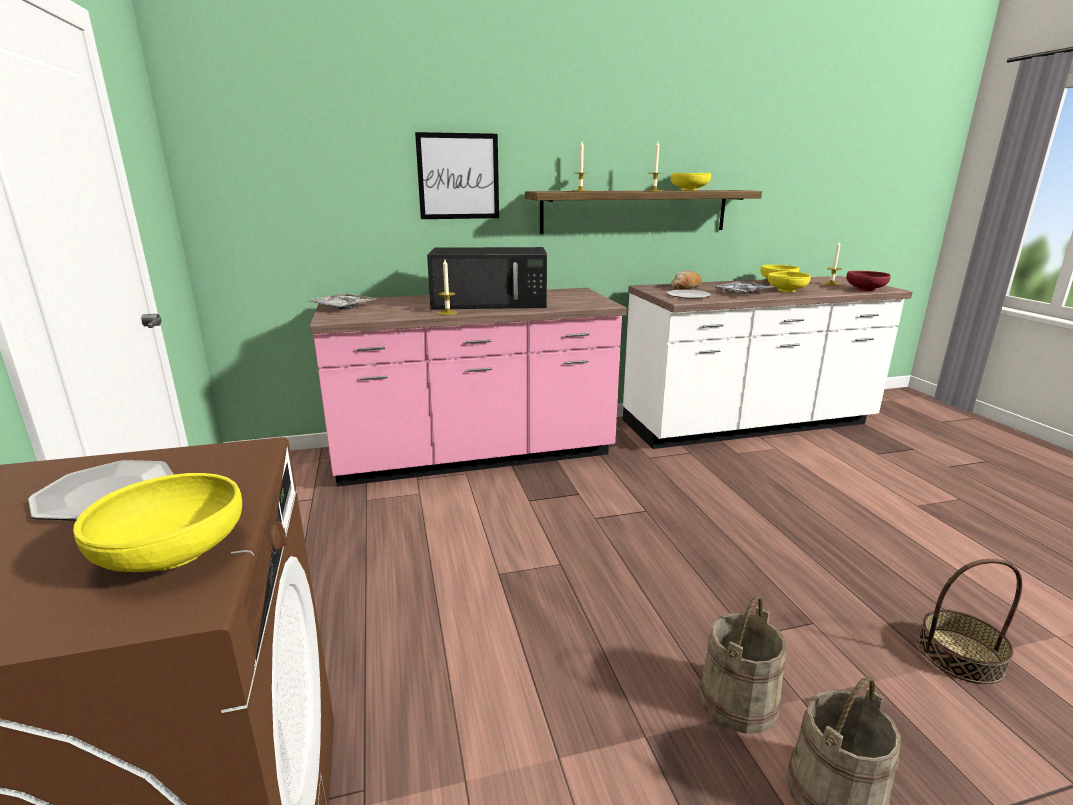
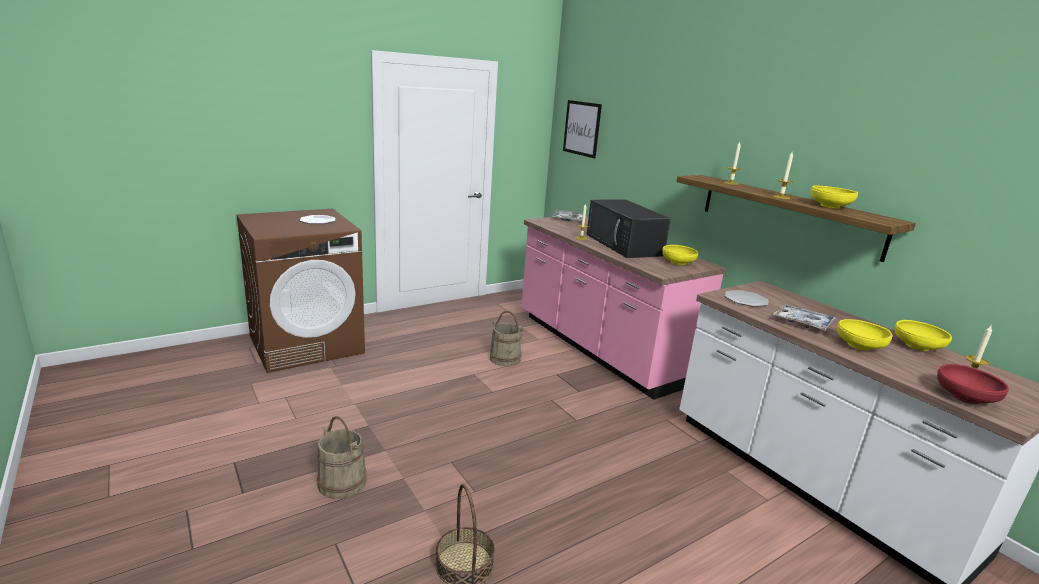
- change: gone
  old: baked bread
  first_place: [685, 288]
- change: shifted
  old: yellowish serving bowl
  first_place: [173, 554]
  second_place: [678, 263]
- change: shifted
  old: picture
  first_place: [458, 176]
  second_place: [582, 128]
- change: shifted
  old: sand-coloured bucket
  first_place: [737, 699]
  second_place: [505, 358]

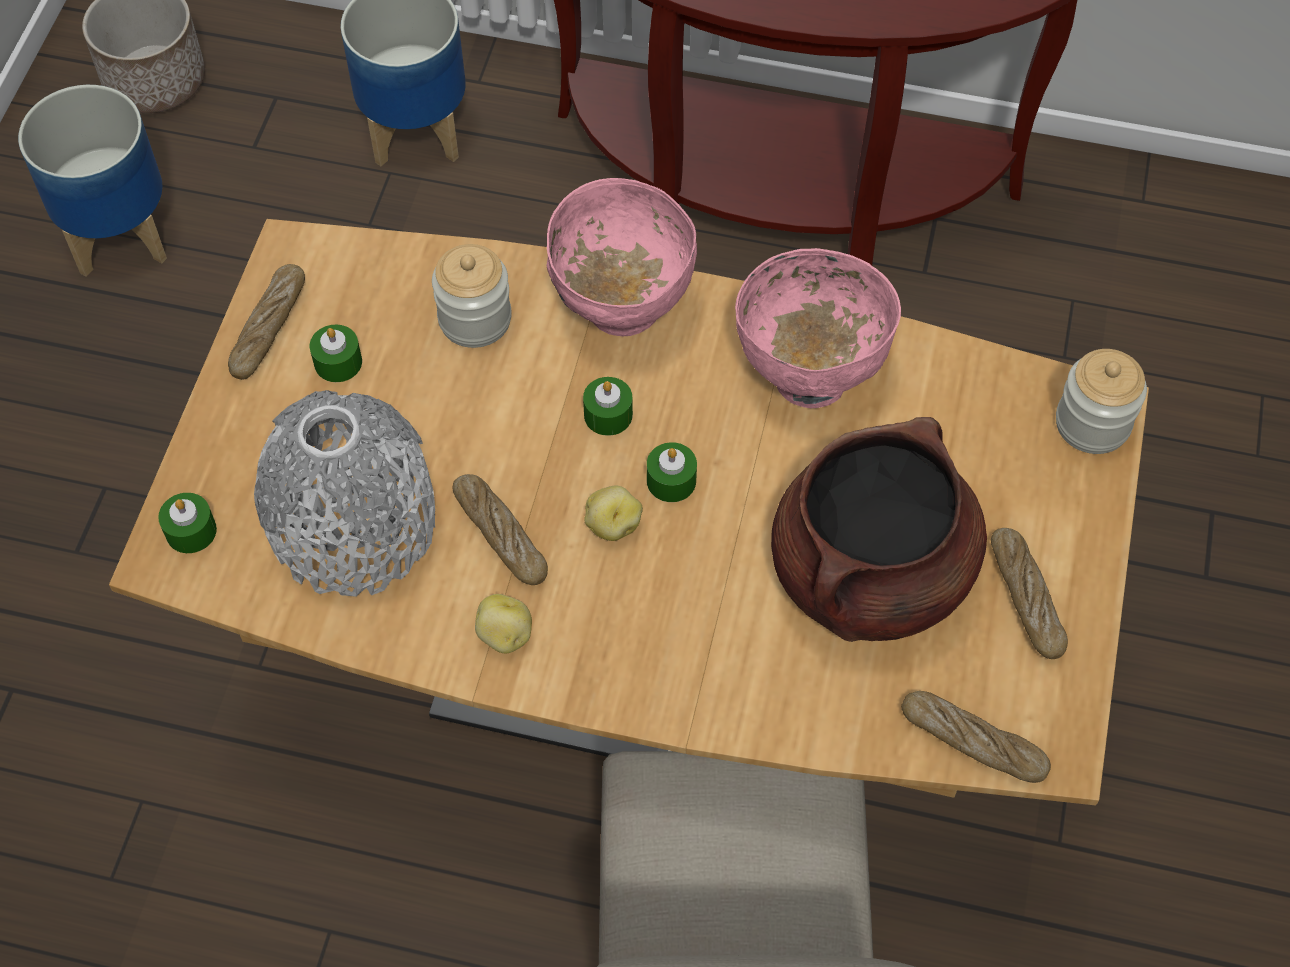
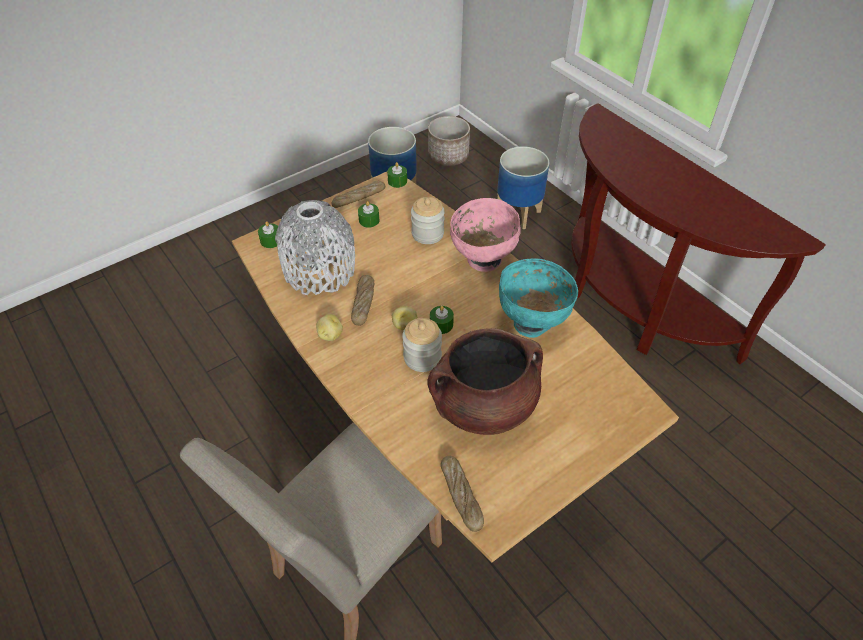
- change: gone
  old: baked bread
  first_place: [1025, 598]
- change: shifted
  old: green-coloured candle
  first_place: [608, 415]
  second_place: [397, 181]
- change: shifted
  old: storage jar
  first_place: [1092, 423]
  second_place: [422, 357]
- change: repainted
  old: pinkish serving bowl
  new: blue-green serving bowl
  first_place: [810, 375]
  second_place: [532, 323]

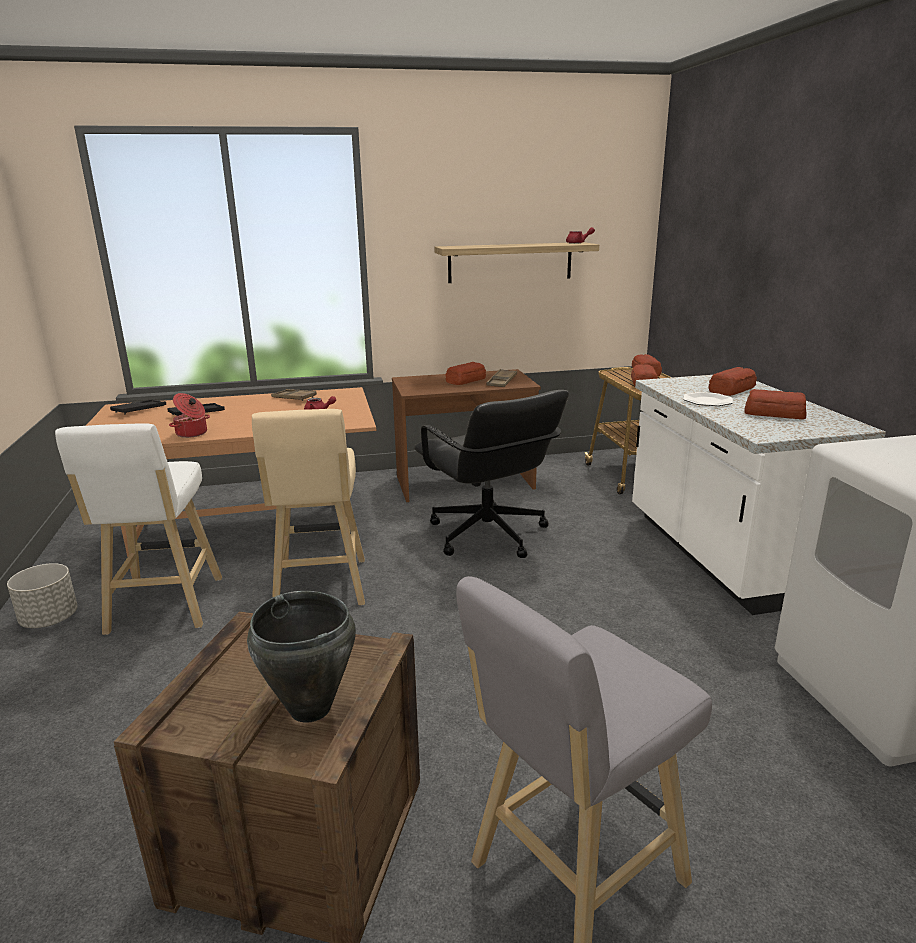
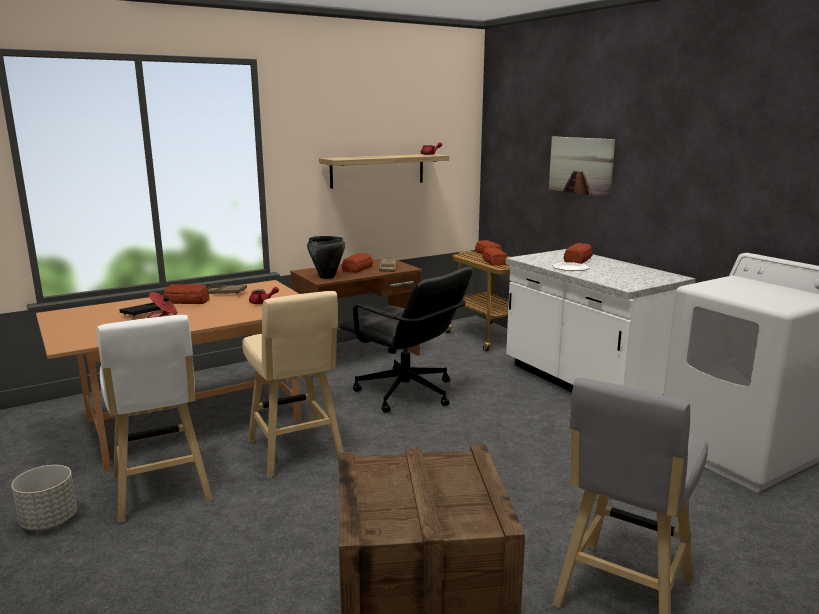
- change: gone
  old: black-coloured serving tray
  first_place: [139, 410]
- change: new
  new: picture
  second_place: [580, 165]
- change: shifted
  old: black-coloured saucepot
  first_place: [310, 709]
  second_place: [327, 277]
- change: shifted
  old: baked bread
  first_place: [773, 413]
  second_place: [186, 301]

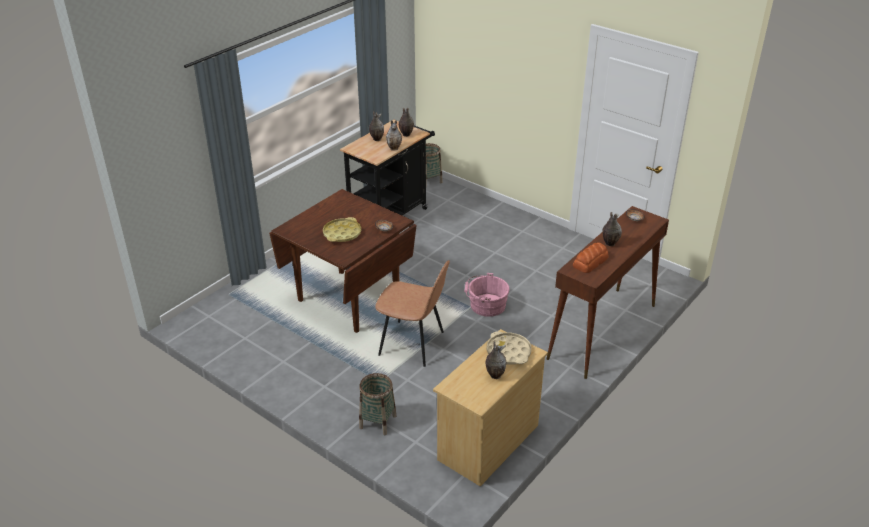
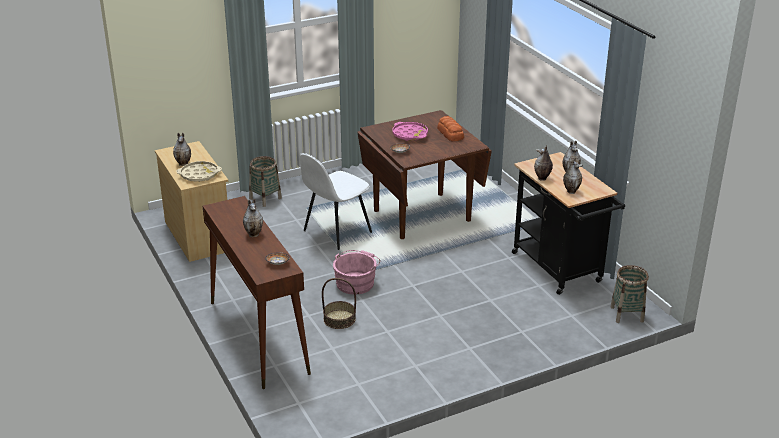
- change: new
  new: household basket
  second_place: [339, 319]
- change: shifted
  old: baked bread
  first_place: [591, 262]
  second_place: [450, 133]
- change: repainted
  old: yellowish serving tray
  new: pinkish serving tray
  first_place: [342, 233]
  second_place: [410, 134]
- change: repainted
  old: brown upright chair
  new: white upright chair
  first_place: [413, 344]
  second_place: [336, 232]

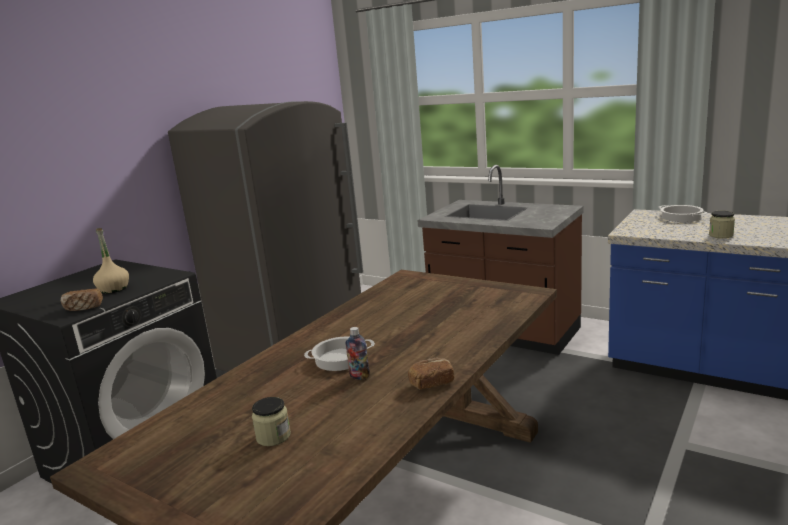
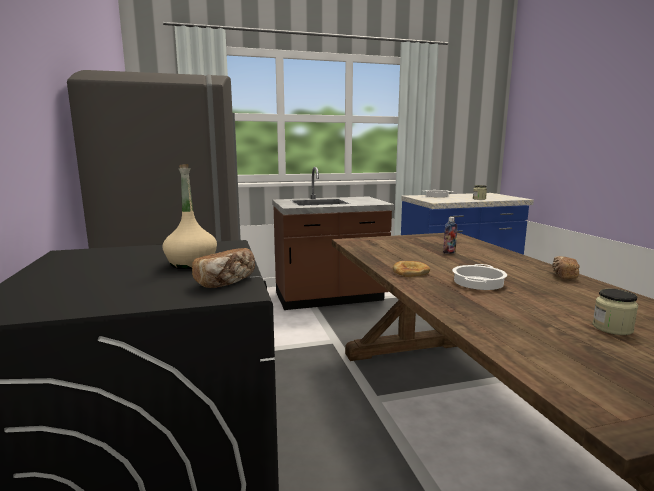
- change: new
  new: baked bread
  second_place: [410, 272]
- change: shifted
  old: bottle
  first_place: [359, 376]
  second_place: [449, 252]

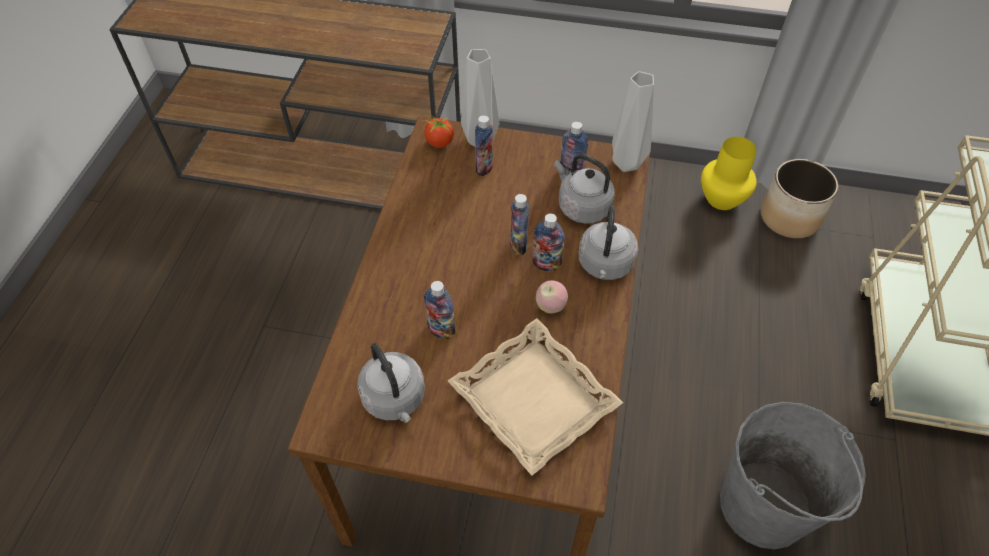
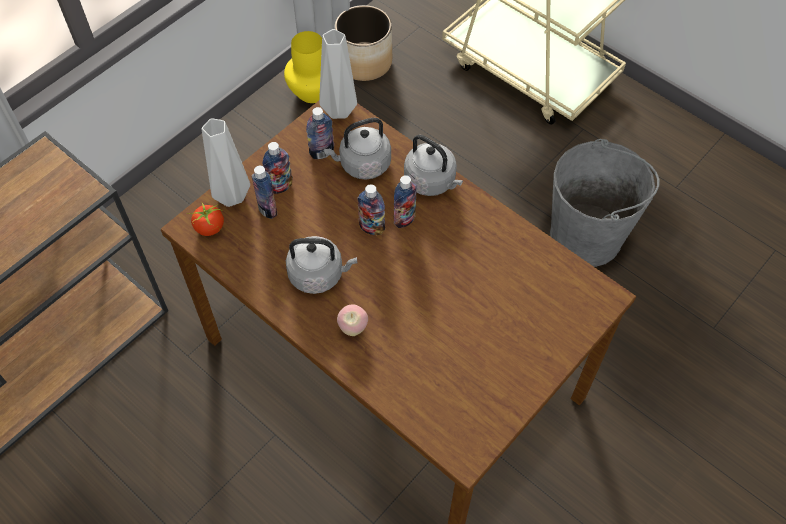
- change: gone
  old: sand-coloured serving tray
  first_place: [534, 399]
- change: shifted
  old: grey tea kettle
  first_place: [395, 400]
  second_place: [319, 275]
- change: shifted
  old: bottle
  first_place: [441, 330]
  second_place: [280, 186]
- change: shifted
  old: apple fruit
  first_place: [550, 306]
  second_place: [353, 328]

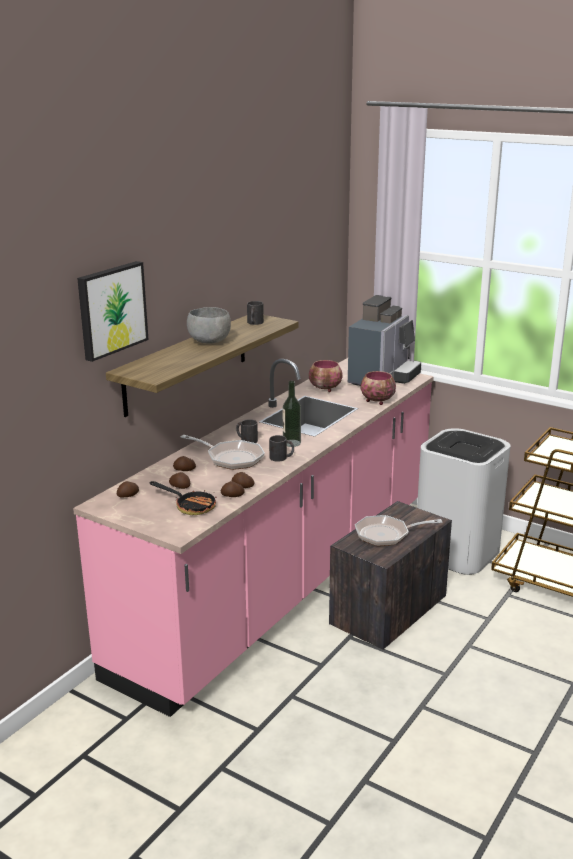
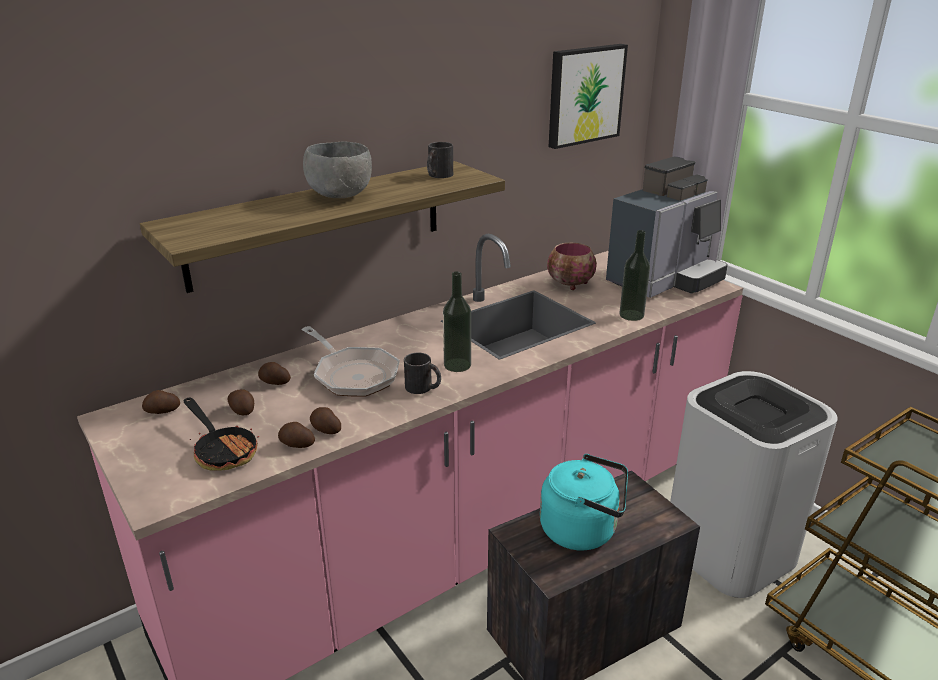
- change: gone
  old: black-coloured tea mug
  first_place: [246, 440]
- change: shifted
  old: picture
  first_place: [111, 309]
  second_place: [584, 95]
- change: swapped
  old: frying pan
  new: blue-green tea kettle
  first_place: [386, 534]
  second_place: [583, 530]
- change: swapped
  old: serving bowl
  new: bottle
  first_place: [376, 401]
  second_place: [631, 315]

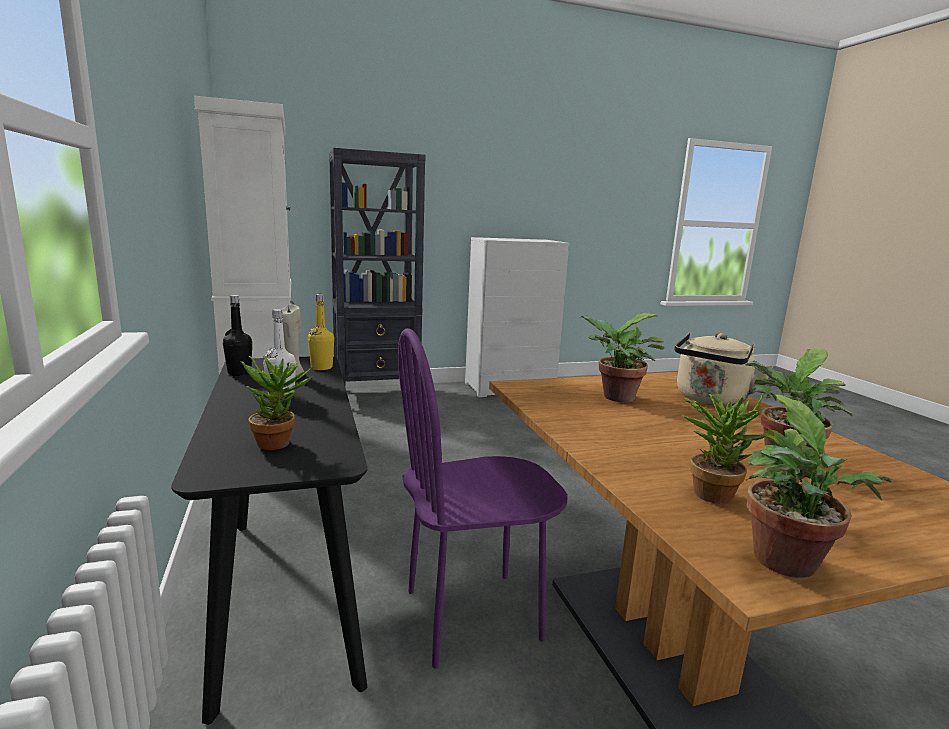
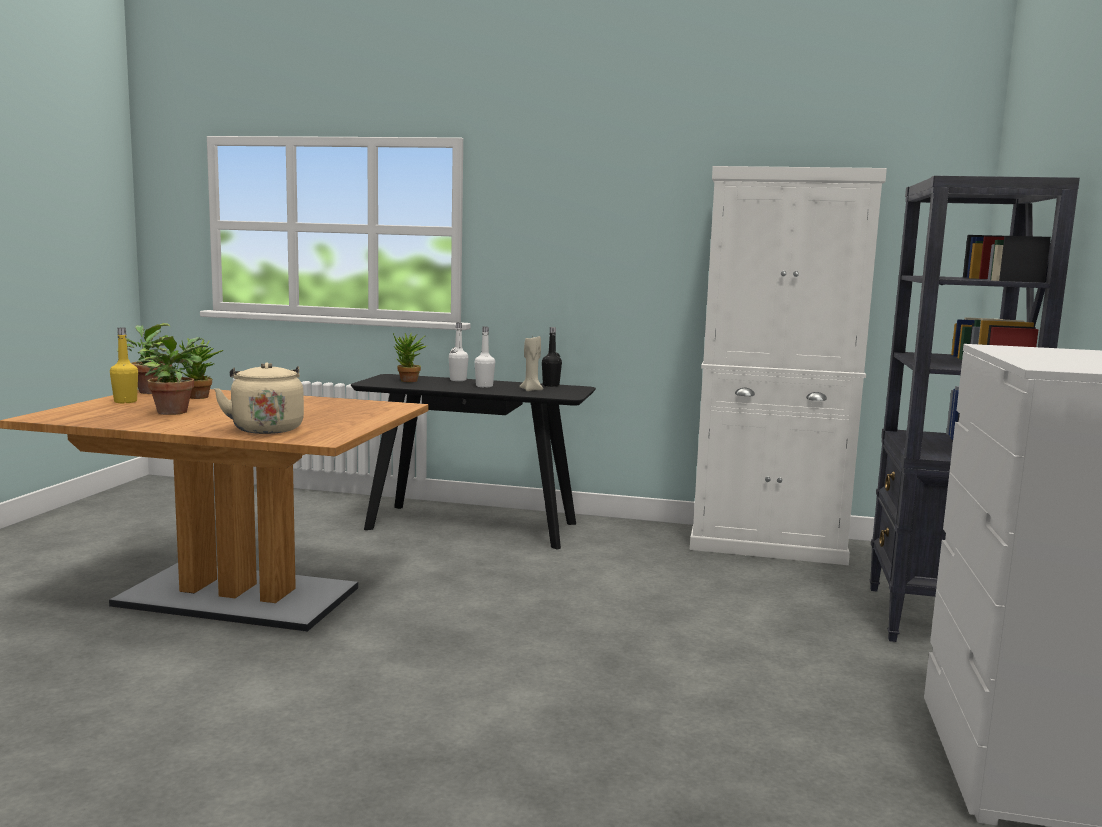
- change: gone
  old: purple upright chair
  first_place: [473, 615]
- change: gone
  old: potted plant
  first_place: [614, 397]
- change: new
  new: white bottle
  second_place: [458, 380]
- change: shifted
  old: yellowish bottle
  first_place: [321, 367]
  second_place: [125, 401]

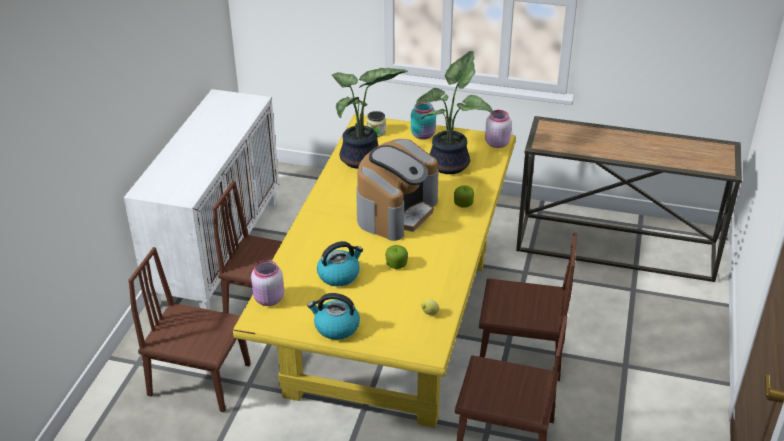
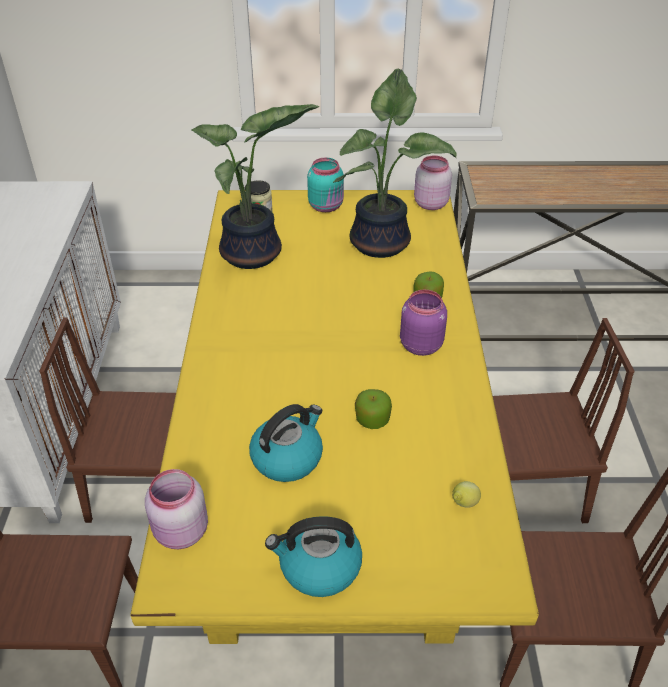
- change: gone
  old: coffee machine
  first_place: [396, 211]
- change: new
  new: purple storage jar
  second_place: [420, 344]

